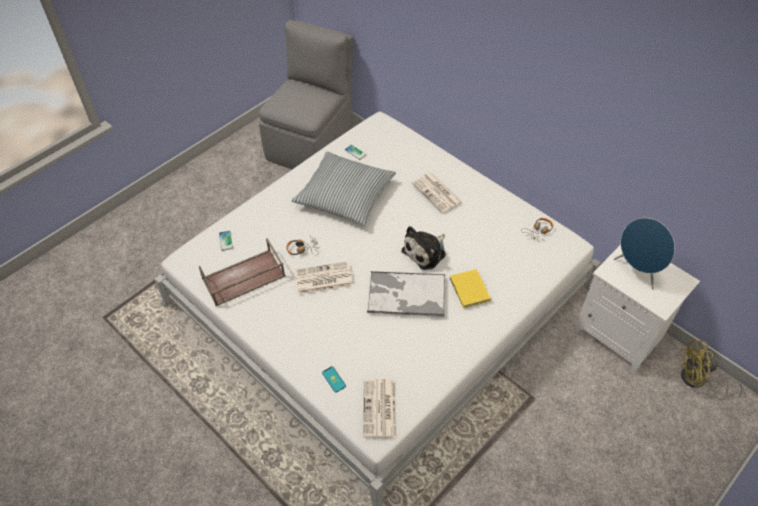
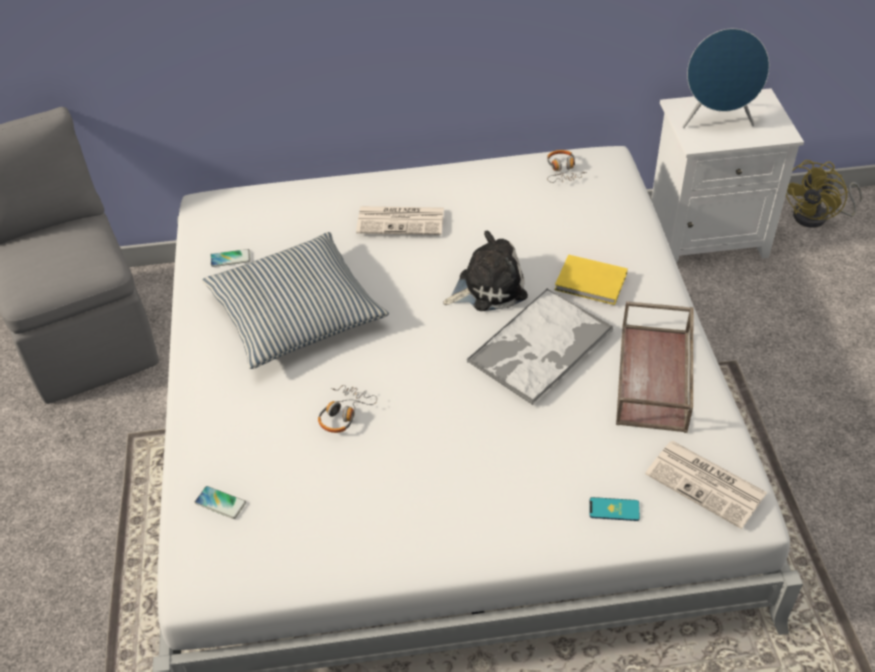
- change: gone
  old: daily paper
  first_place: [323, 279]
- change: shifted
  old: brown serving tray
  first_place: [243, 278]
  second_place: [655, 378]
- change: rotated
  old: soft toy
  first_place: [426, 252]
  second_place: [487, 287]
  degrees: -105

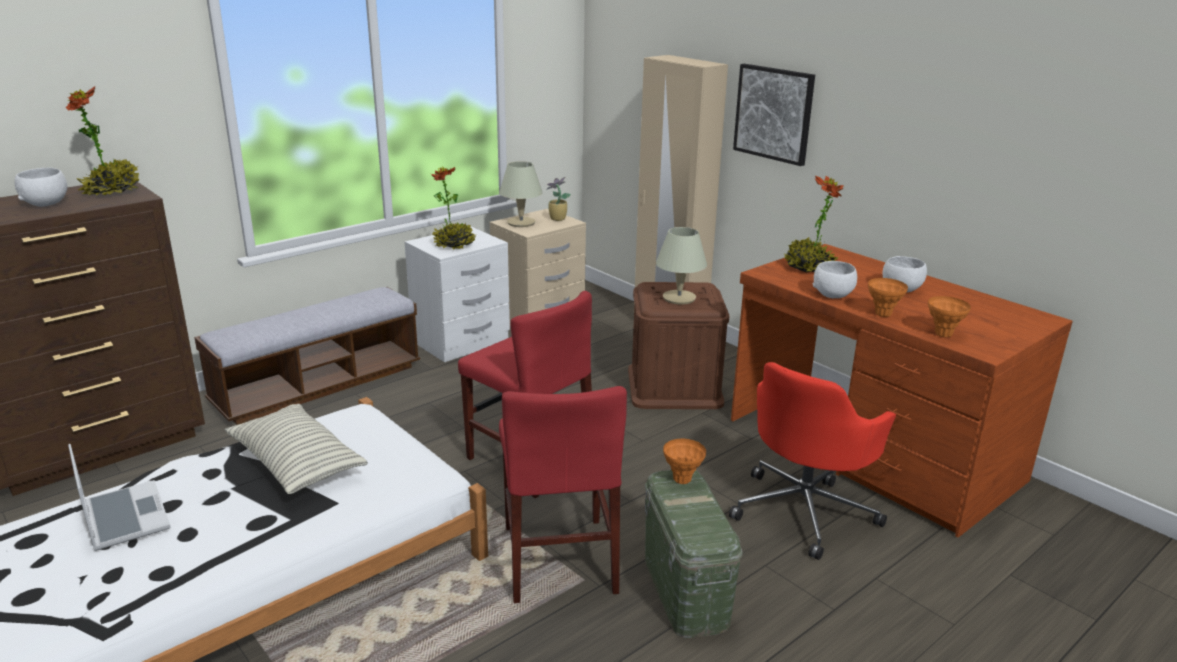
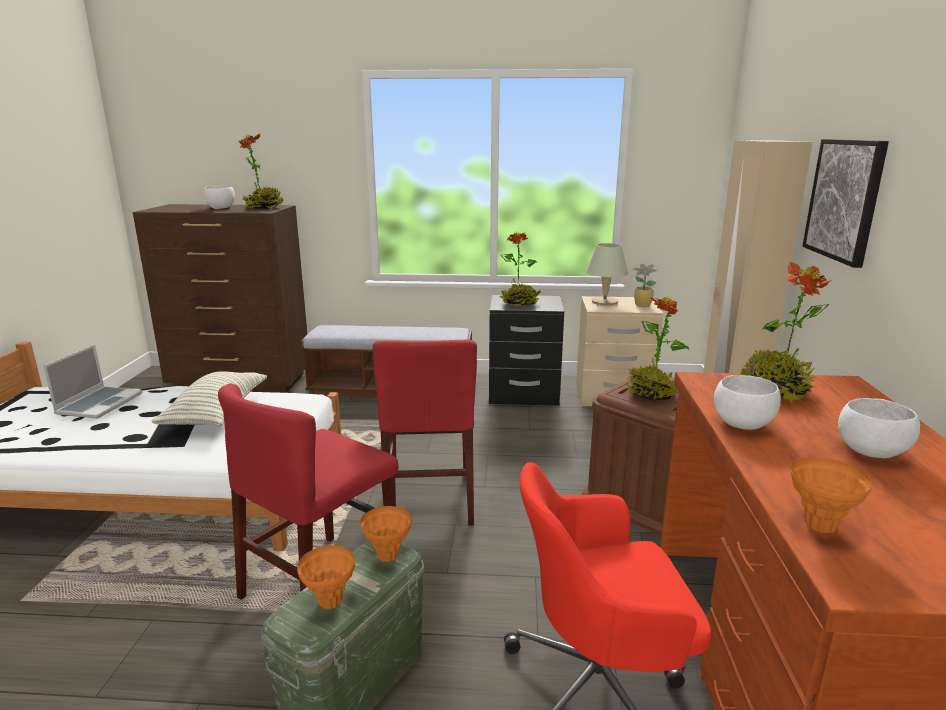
- change: shifted
  old: orange-coloured decorative vase
  first_place: [882, 314]
  second_place: [329, 602]
- change: swapped
  old: sand-coloured tabletop lamp
  new: potted plant
  first_place: [678, 298]
  second_place: [651, 395]
- change: repainted
  old: white bedside table
  new: black-coloured bedside table
  first_place: [461, 342]
  second_place: [523, 394]

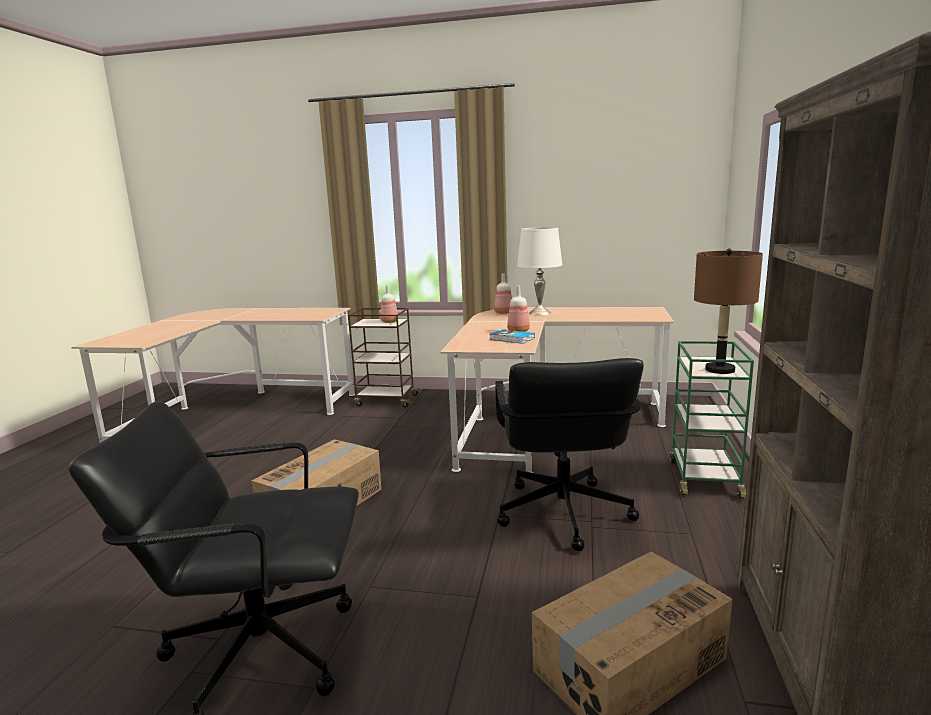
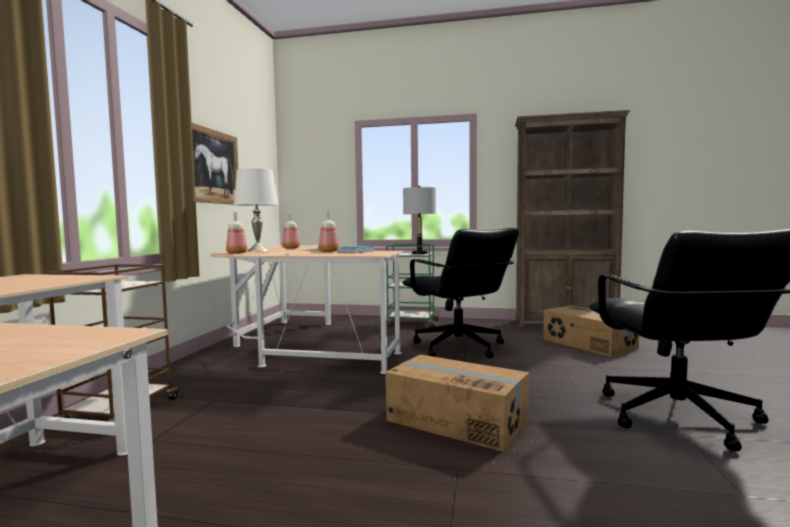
- change: new
  new: picture
  second_place: [213, 166]
- change: shifted
  old: bottle
  first_place: [389, 322]
  second_place: [290, 248]
- change: repainted
  old: brown tabletop lamp
  new: grey tabletop lamp
  first_place: [719, 370]
  second_place: [419, 253]
- change: rotated
  old: black-coloured office chair
  first_place: [562, 513]
  second_place: [459, 348]
  degrees: 60

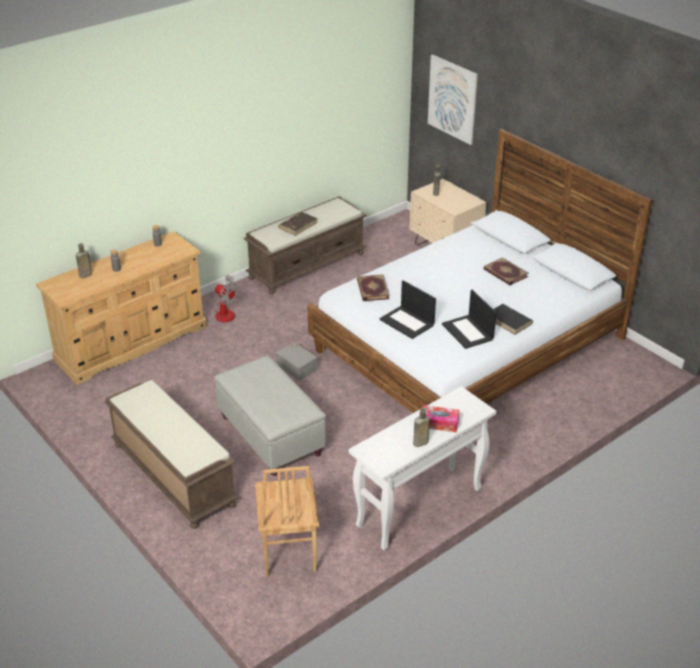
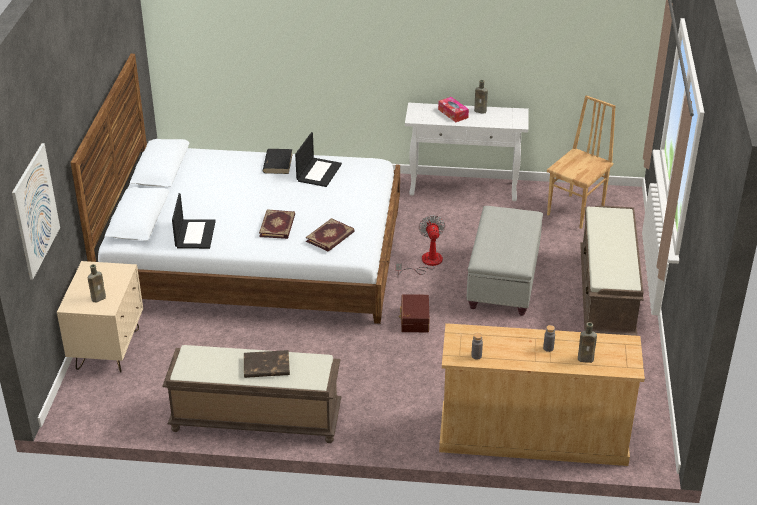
- change: shifted
  old: cooling fan
  first_place: [226, 312]
  second_place: [426, 263]
- change: shifted
  old: notebook computer
  first_place: [407, 322]
  second_place: [195, 234]
- change: shifted
  old: volume
  first_place: [505, 273]
  second_place: [278, 226]
- change: repainted
  old: grey storage bin
  new: brown storage bin
  first_place: [297, 367]
  second_place: [413, 320]

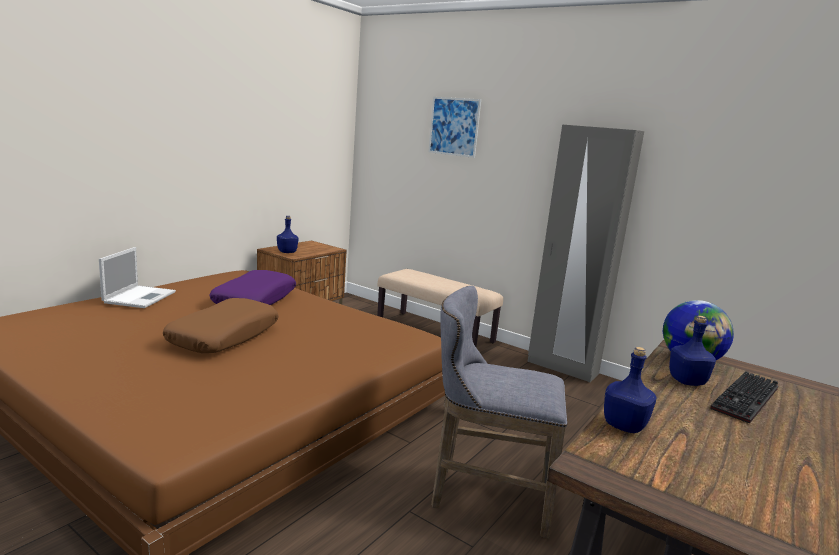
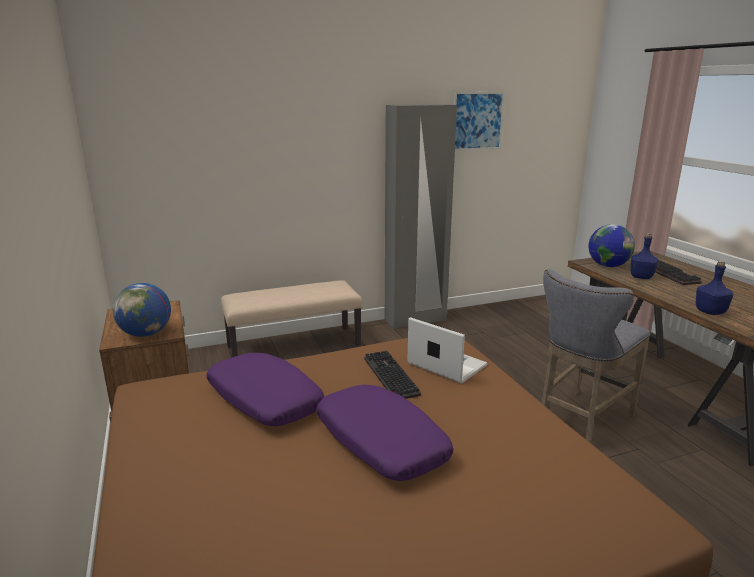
- change: new
  new: computer keyboard
  second_place: [388, 376]
- change: shifted
  old: notebook computer
  first_place: [140, 297]
  second_place: [445, 364]
- change: shifted
  old: picture
  first_place: [454, 126]
  second_place: [478, 121]
- change: swapped
  old: bluish bottle
  new: world globe
  first_place: [287, 252]
  second_place: [146, 334]
- change: repainted
  old: brown cushion
  new: purple cushion
  first_place: [224, 336]
  second_place: [380, 443]

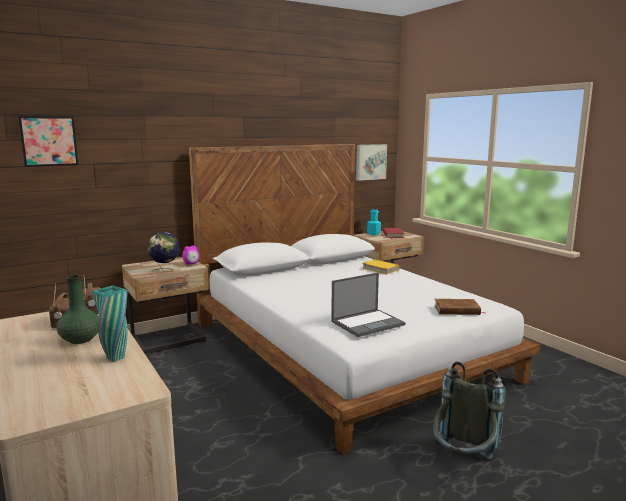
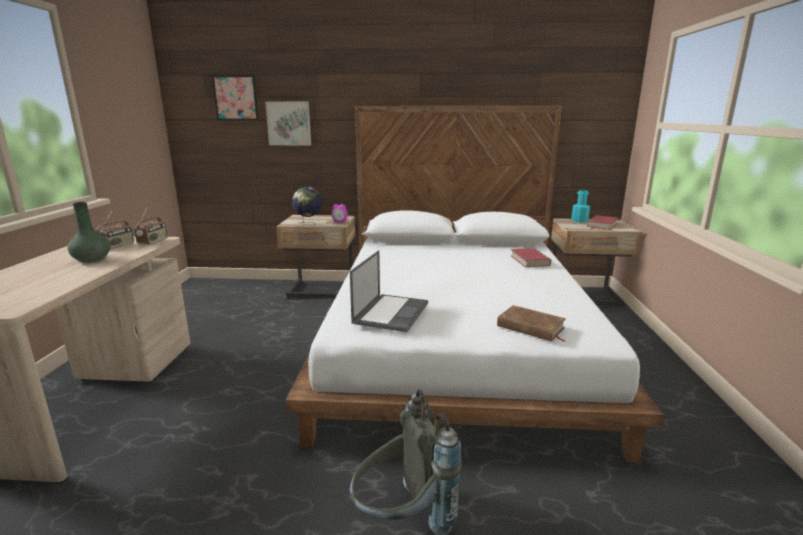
- change: gone
  old: blue-green decorative vase
  first_place: [115, 358]
- change: shifted
  old: picture
  first_place: [370, 162]
  second_place: [289, 123]
- change: repainted
  old: yellowish volume
  new: reddish volume
  first_place: [380, 269]
  second_place: [529, 260]
- change: rotated
  old: notebook computer
  first_place: [368, 323]
  second_place: [391, 312]
  degrees: -75

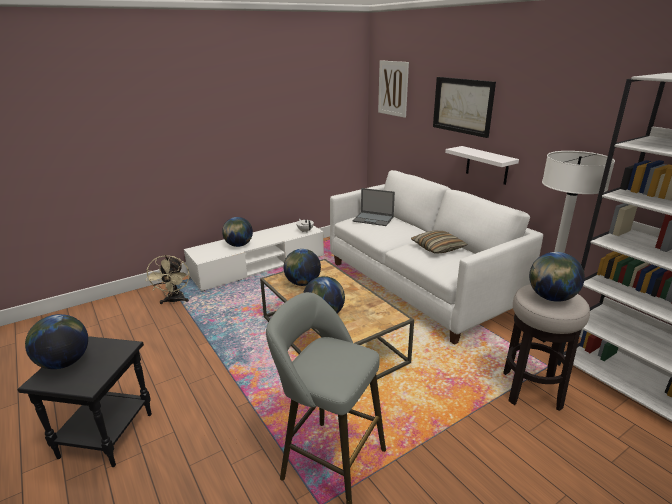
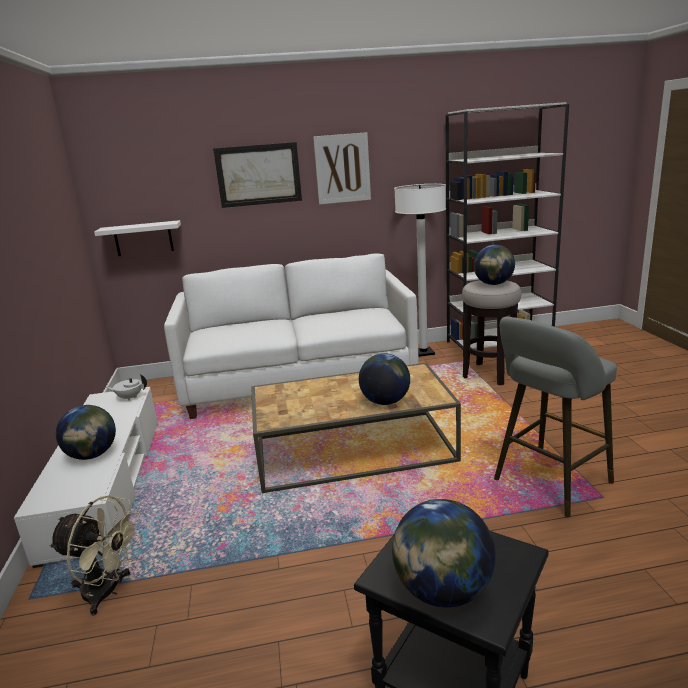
- change: gone
  old: world globe
  first_place: [302, 283]
- change: gone
  old: notebook computer
  first_place: [373, 219]
- change: gone
  old: cushion
  first_place: [437, 248]
- change: shifted
  old: picture
  first_place: [393, 88]
  second_place: [342, 168]
- change: shifted
  old: white shelf
  first_place: [487, 165]
  second_place: [143, 238]

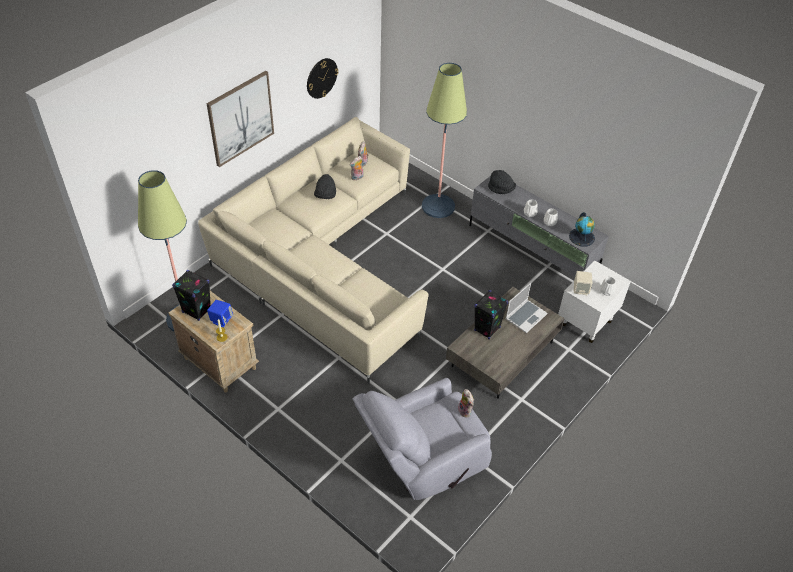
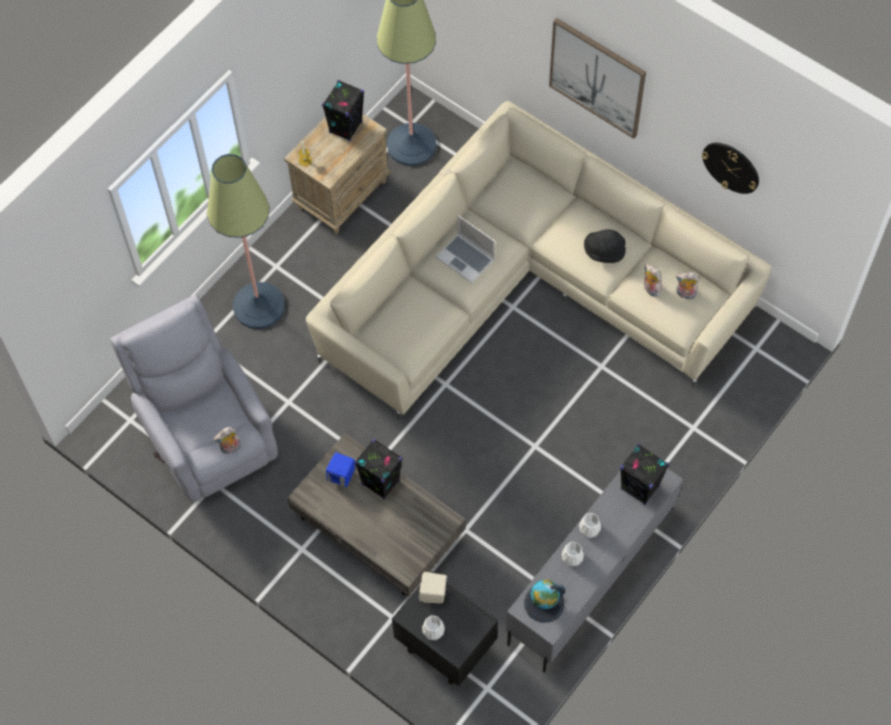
- change: shifted
  old: bluish audio speaker
  first_place: [221, 320]
  second_place: [342, 476]
- change: shifted
  old: floor lamp
  first_place: [438, 206]
  second_place: [258, 306]
- change: shifted
  old: notebook computer
  first_place: [526, 316]
  second_place: [466, 259]
- change: swapped
  old: black-coloured clothing hat
  new: black-coloured audio speaker
  first_place: [501, 190]
  second_place: [640, 488]
- change: repainted
  old: white bedside table
  new: black-coloured bedside table
  first_place: [586, 323]
  second_place: [444, 646]

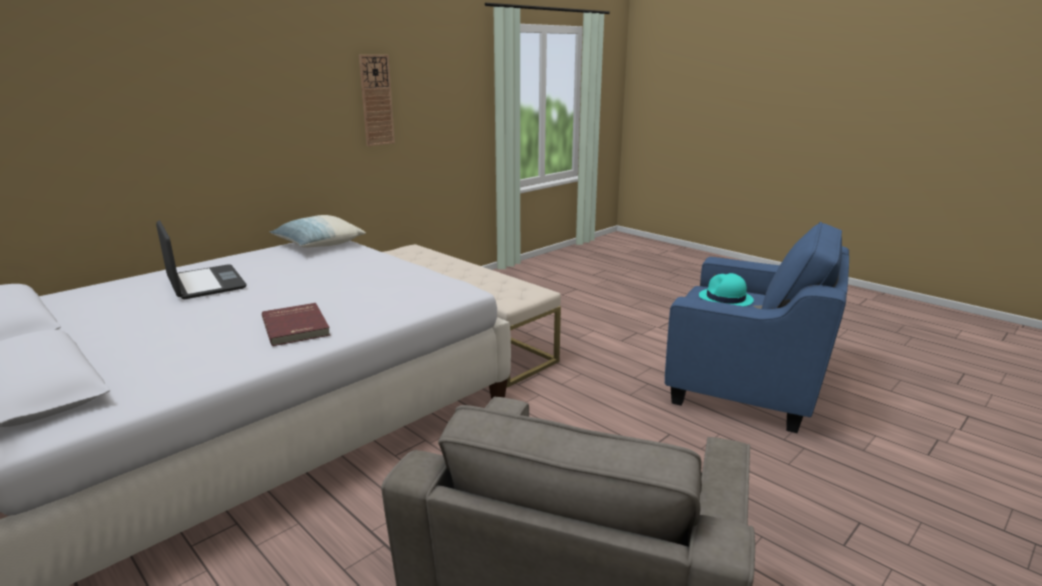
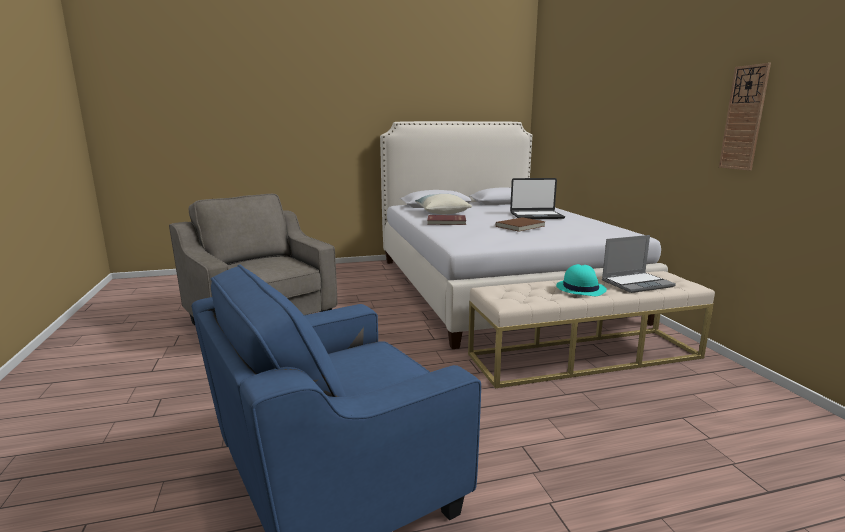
- change: new
  new: brown volume
  second_place: [521, 226]
- change: new
  new: notebook computer
  second_place: [637, 283]
- change: shifted
  old: cushion
  first_place: [318, 245]
  second_place: [442, 212]
- change: shifted
  old: blue-green clothing hat
  first_place: [725, 299]
  second_place: [580, 288]

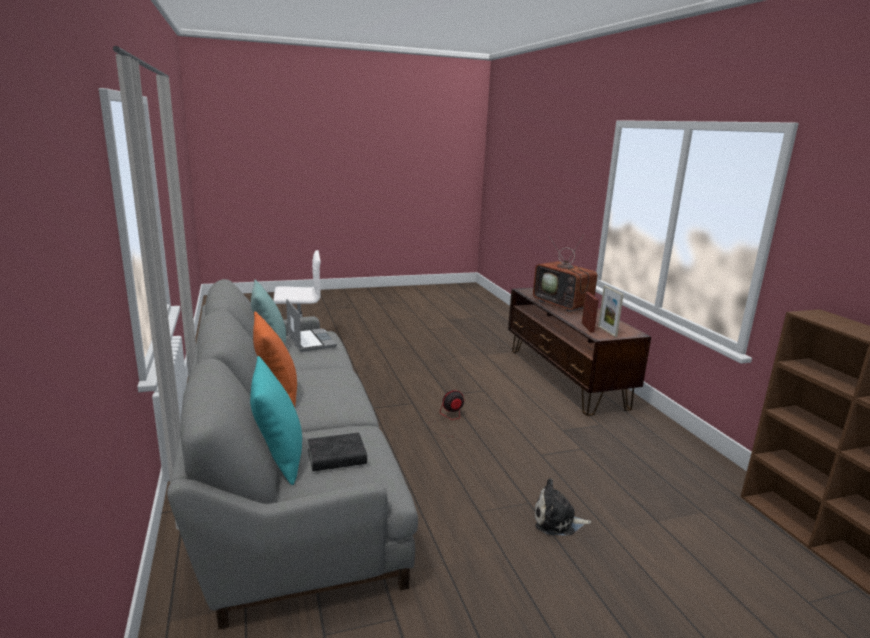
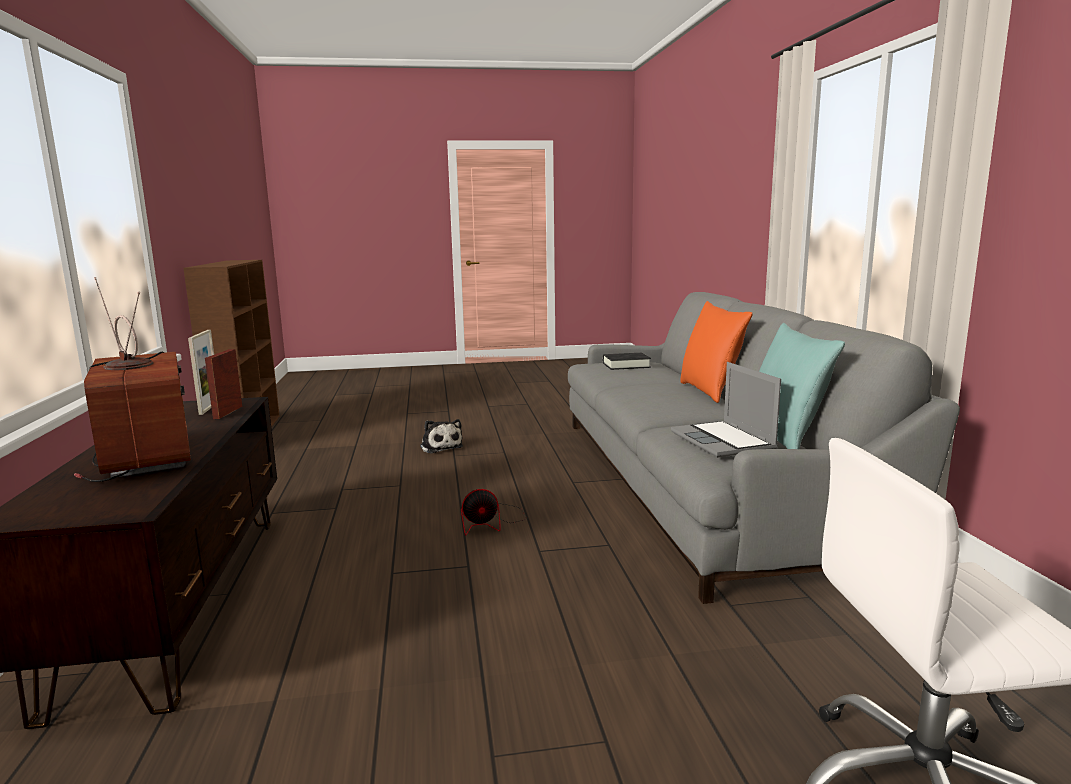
- change: gone
  old: blue-green cushion
  first_place: [279, 458]
- change: rotated
  old: soft toy
  first_place: [557, 521]
  second_place: [440, 446]
  degrees: 45

